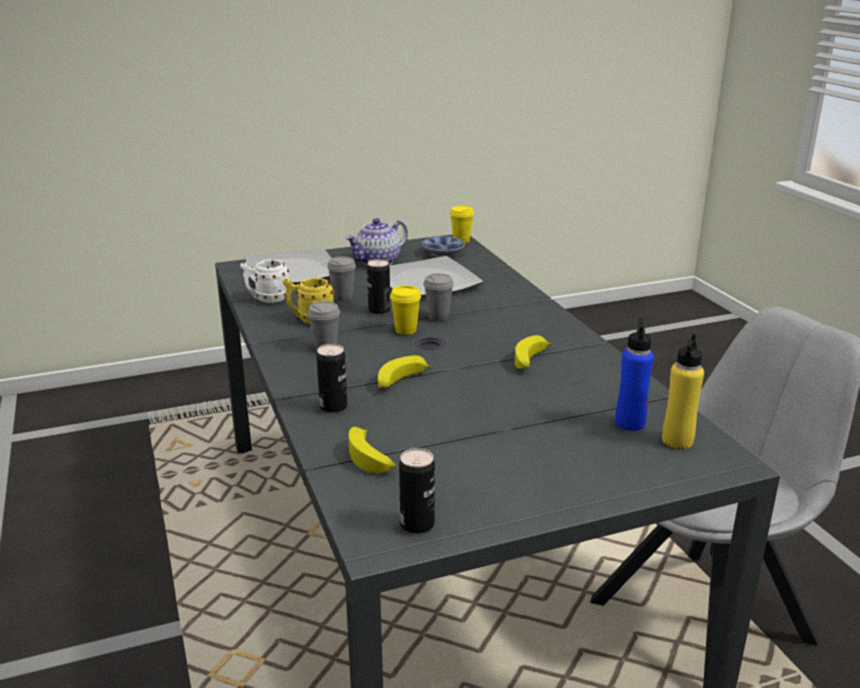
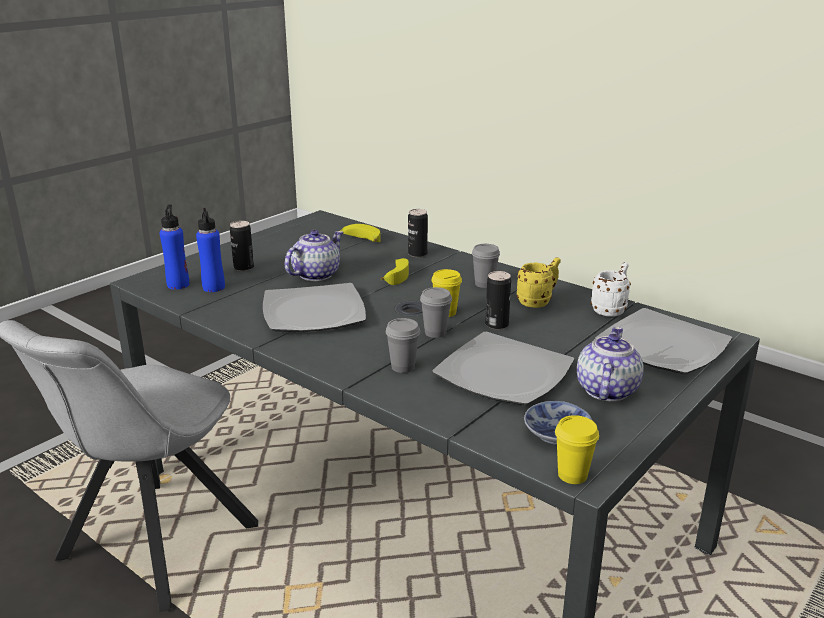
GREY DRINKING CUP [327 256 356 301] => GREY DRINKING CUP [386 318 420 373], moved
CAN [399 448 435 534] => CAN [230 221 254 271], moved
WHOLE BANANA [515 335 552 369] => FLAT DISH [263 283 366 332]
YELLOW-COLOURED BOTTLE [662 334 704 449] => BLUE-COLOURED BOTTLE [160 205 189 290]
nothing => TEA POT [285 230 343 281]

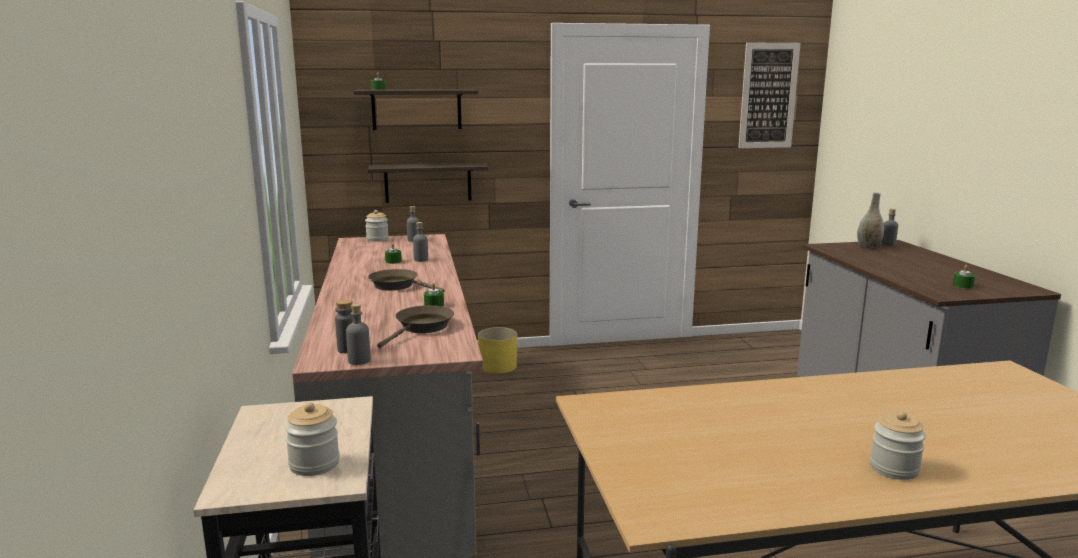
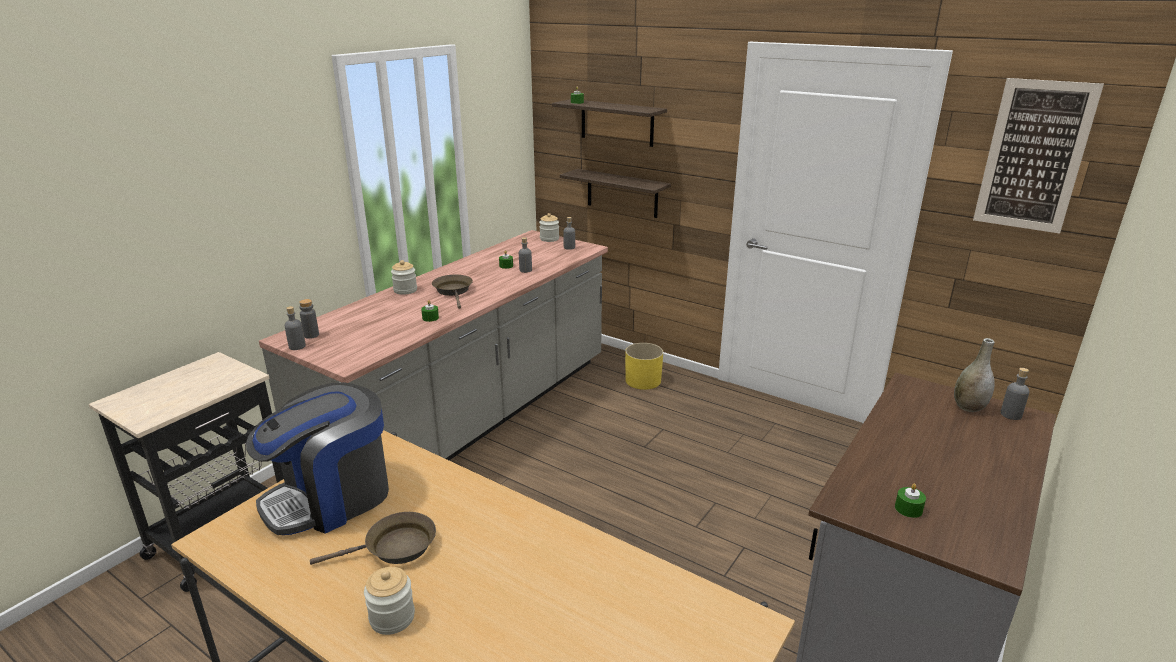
STORAGE JAR [285 402 340 476] => STORAGE JAR [391 260 417 295], moved
BROWNISH SKILLET [377 305 454 348] => BROWNISH SKILLET [310 512 436 565], moved
nothing => COFFEE BREWER [246 382 389 535]

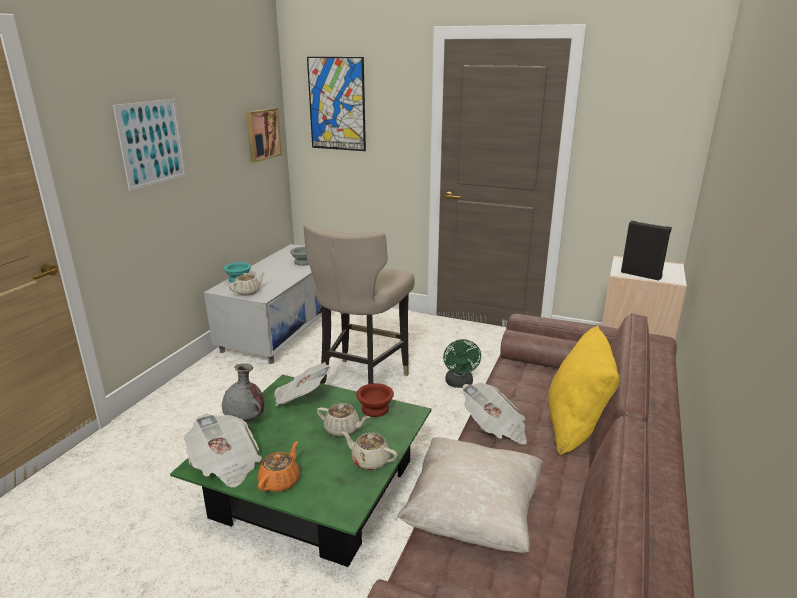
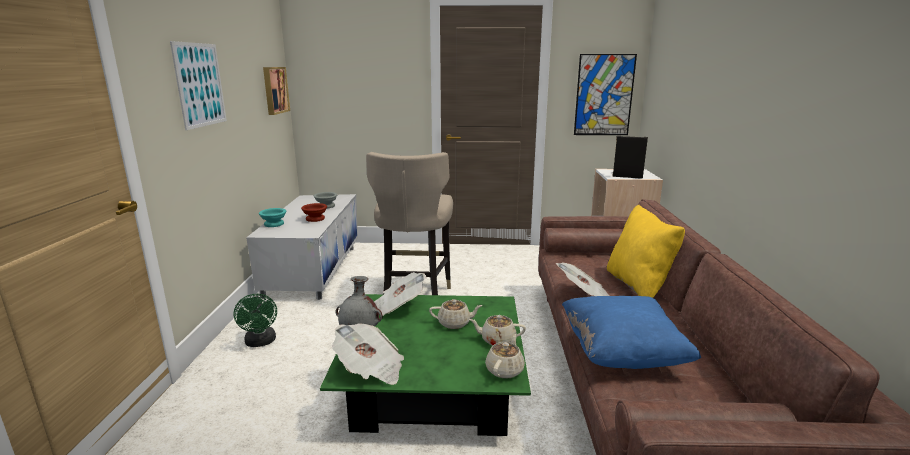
SAND-COLOURED TEA POT [228 272 265 296] => SAND-COLOURED TEA POT [485 334 525 379], moved
ORANGE-COLOURED TEA POT [258 441 300 492] => nothing
WALL ART [307 57 366 151] => WALL ART [574 54 637 135], moved
BROWNISH BOWL [356 383 394 417] => BROWNISH BOWL [301 203 327 222], moved
SAND-COLOURED CUSHION [397 437 543 553] => BLUE-COLOURED CUSHION [562 296 701 369]
GREENISH FAN [443 339 481 388] => GREENISH FAN [234 294 277 347], moved

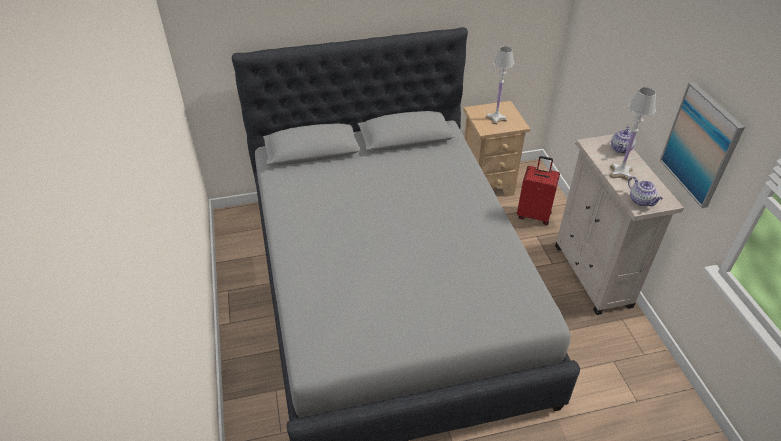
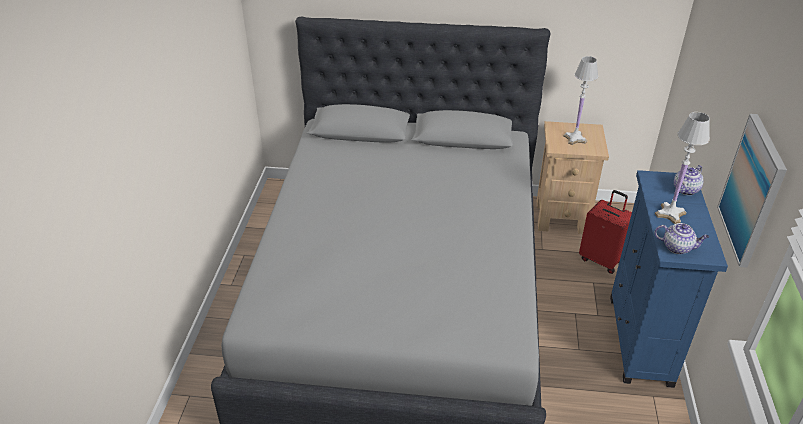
SAND-COLOURED CABINET [555 134 684 315] => BLUE-COLOURED CABINET [610 170 728 388]
TEA POT [628 177 663 206] => TEA POT [654 223 709 254], 60 degrees counterclockwise

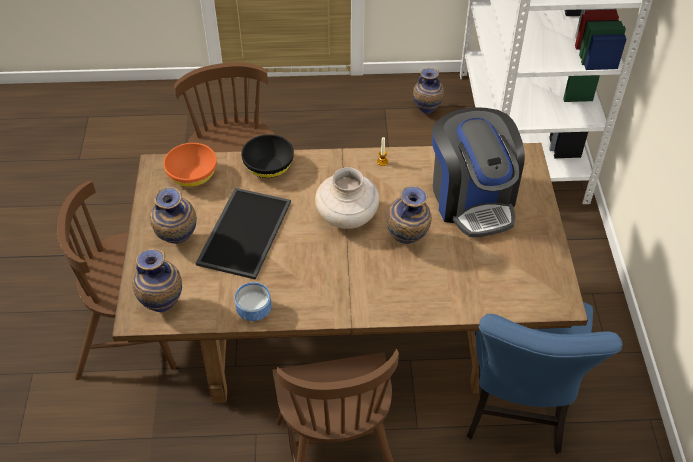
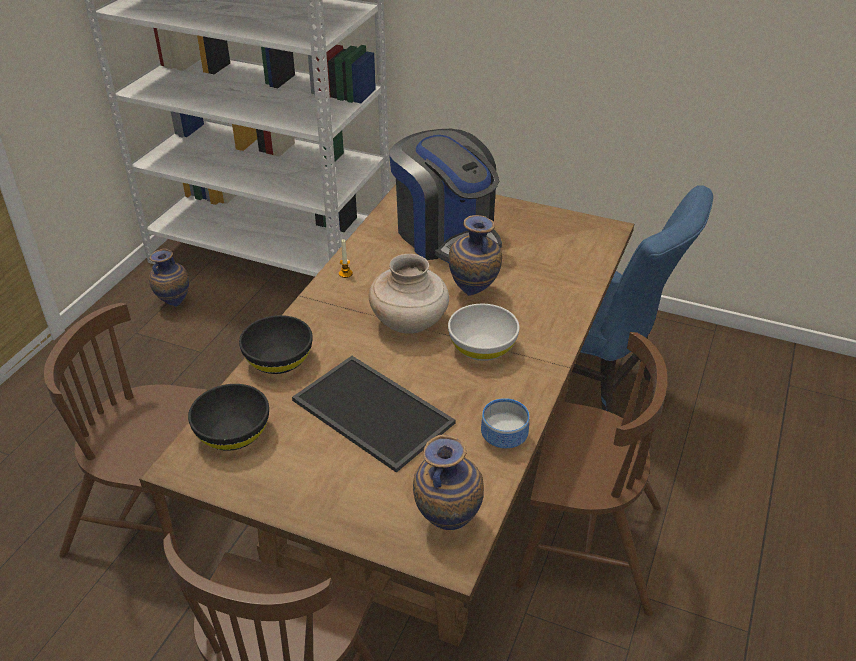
DECORATIVE VASE [150 187 197 244] => nothing
ORANGE-COLOURED BOWL [163 143 217 187] => BLACK BOWL [188 384 269 451]
COFFEE BREWER [432 107 525 237] => COFFEE BREWER [389 129 502 263], 45 degrees clockwise
nothing => WHITE BOWL [448 304 520 361]

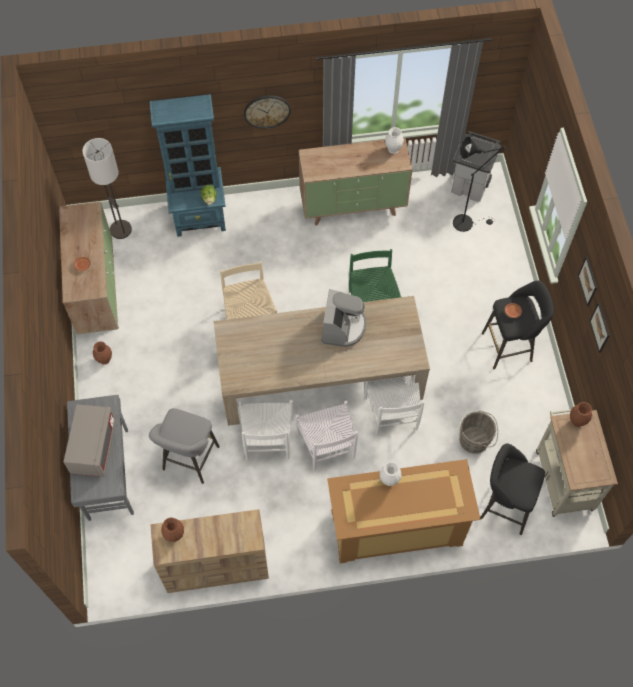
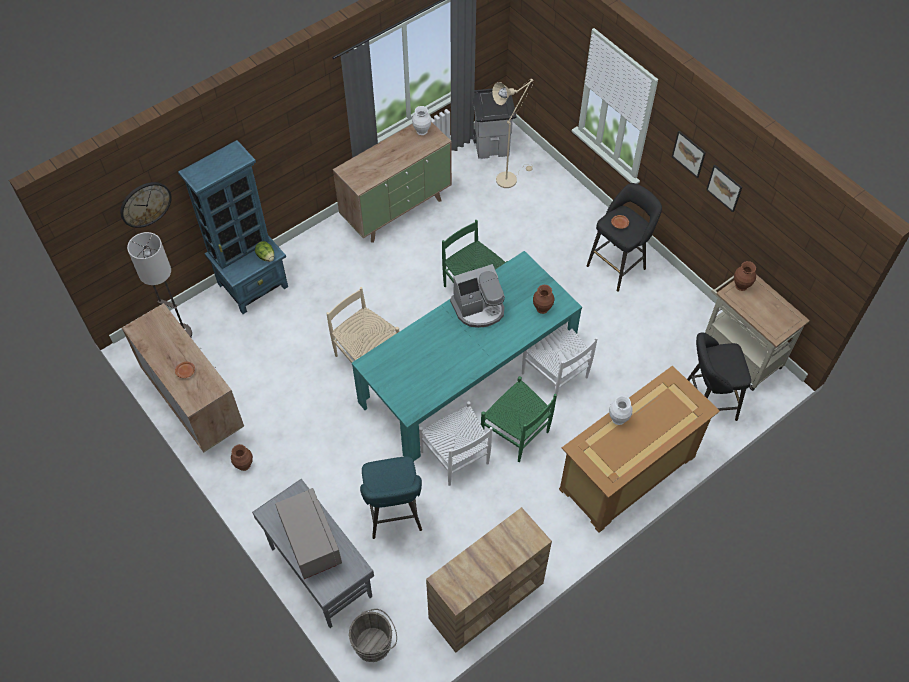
GREY SITTING STOOL [149 408 220 484] => TURQUOISE SITTING STOOL [360 456 422 539]
BROWNISH DECORATIVE VASE [161 517 184 542] => BROWNISH DECORATIVE VASE [533 285 554 314], moved
SAND-COLOURED DINING TABLE [214 296 430 426] => TURQUOISE DINING TABLE [352 251 582 461]
WALL CLOCK [244 95 291 128] => WALL CLOCK [120 182 172 228], moved
WHITE CHAIR [296 400 358 471] => GREENISH CHAIR [481 376 557 462]
COFFEE BREWER [321 289 366 347] => COFFEE BREWER [450 264 505 328], 90 degrees clockwise
BLACK FLOOR LAMP [453 136 505 232] => SAND-COLOURED FLOOR LAMP [492 79 534 188]
GREY BUCKET [459 410 498 454] => GREY BUCKET [349 609 397 662], moved

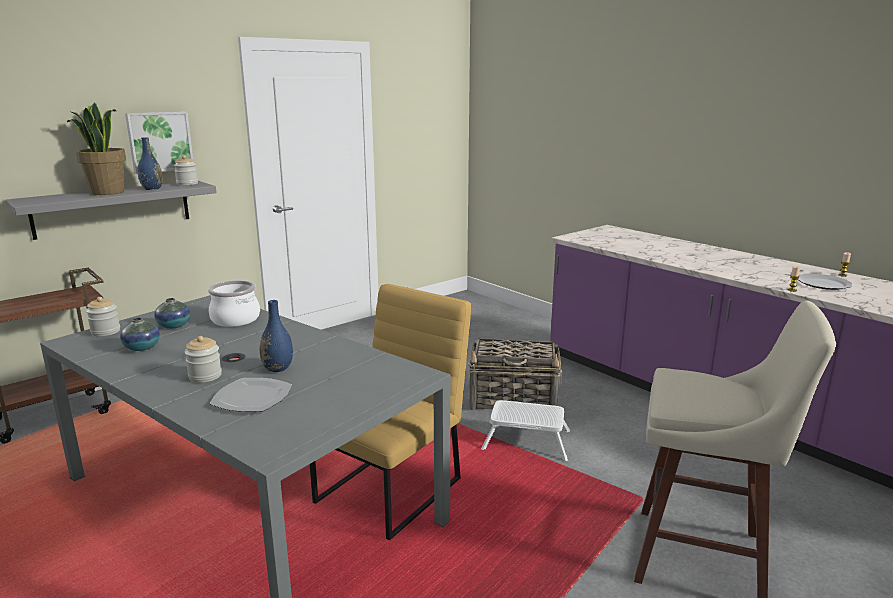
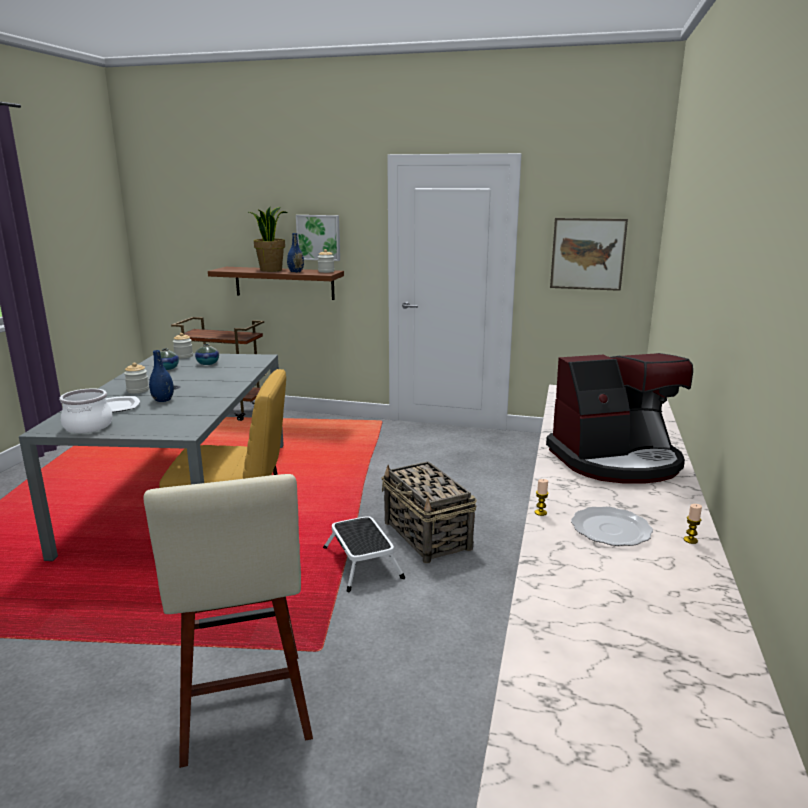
GREY BRACKET SHELF [5 181 217 240] => BROWNISH BRACKET SHELF [208 267 344 300]
SAUCEPOT [208 280 260 327] => SAUCEPOT [59 388 113 433], moved
WHITE STEP STOOL [481 400 570 461] => BLACK STEP STOOL [323 516 405 592]
nothing => COFFEE BREWER [546 353 693 484]
nothing => WALL ART [550 218 628 291]

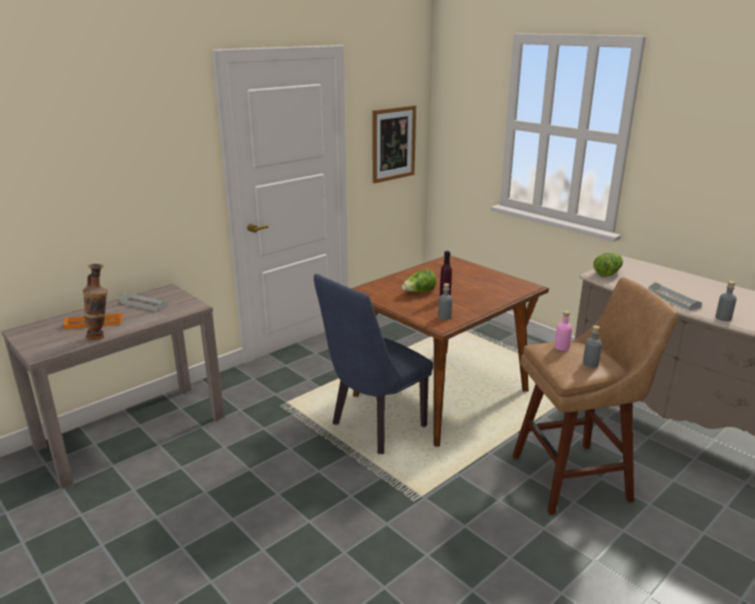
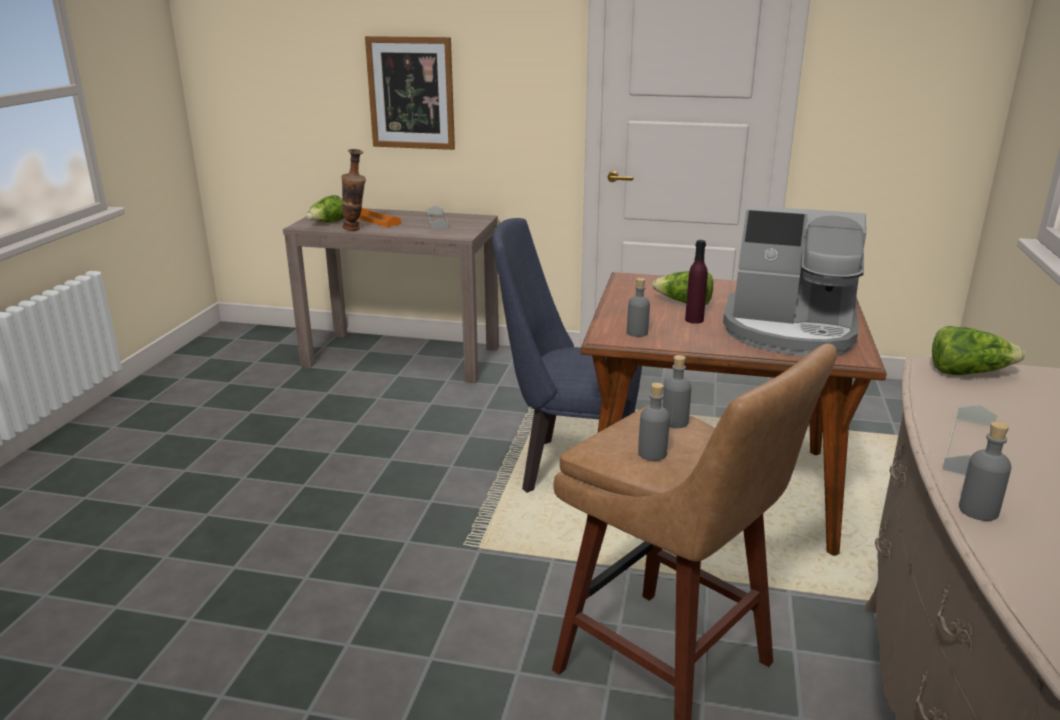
WALL ART [372 105 416 183] => WALL ART [365 36 455 150], moved
PINKISH BOTTLE [555 311 572 351] => GREY BOTTLE [663 355 691 428]
nothing => LETTUCE [307 195 344 222]
nothing => COFFEE BREWER [723 205 866 356]

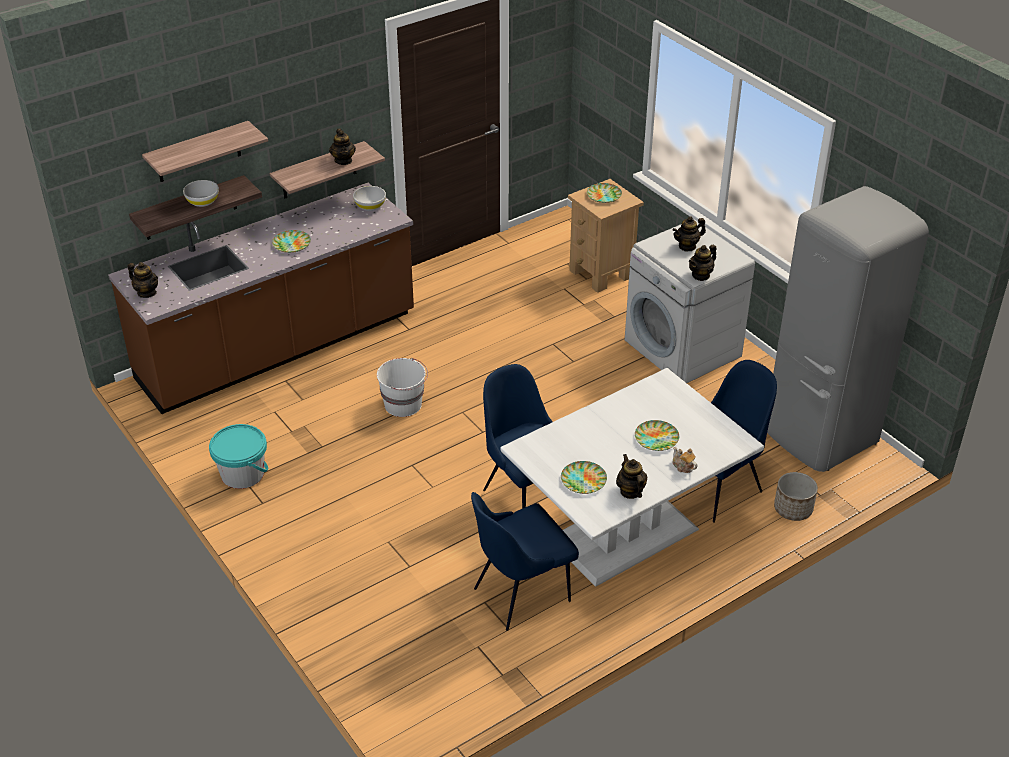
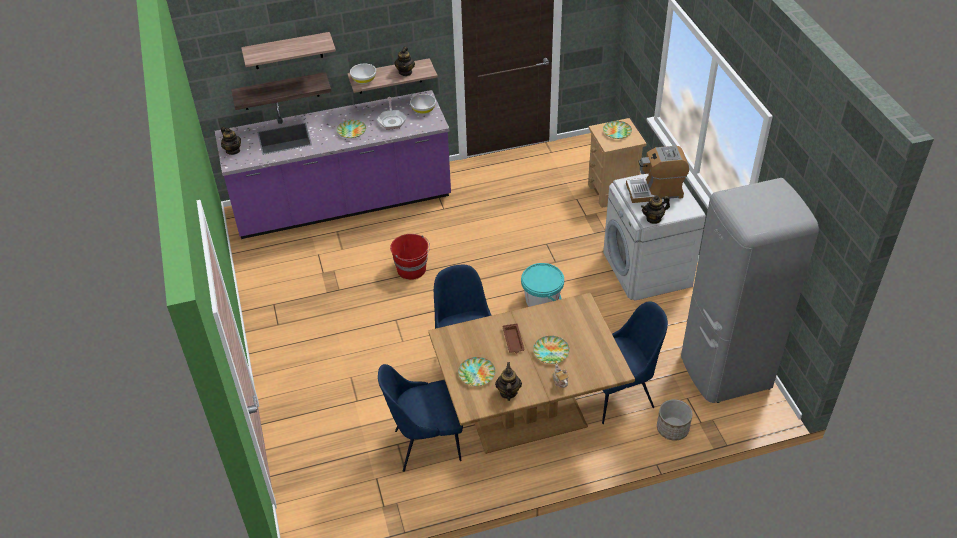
BROWNISH KITCHEN BASE UNIT [108 183 414 414] => PURPLE-COLOURED KITCHEN BASE UNIT [215 90 451 239]
WHITE BOWL [183 180 219 207] => WHITE BOWL [350 64 376 84], moved
TURQUOISE BUCKET [209 424 268 489] => TURQUOISE BUCKET [521 263 564 307], moved
WHITE BUCKET [377 358 428 417] => RED-COLOURED BUCKET [390 234 430 280]
WHITE DINING TABLE [501 368 764 587] => BROWNISH DINING TABLE [429 293 635 454]
TEA POT [672 216 706 252] => COFFEE BREWER [626 146 689 203]
nothing => SKILLET [377 97 407 129]
nothing => BROWNISH TRAY [502 324 525 353]

